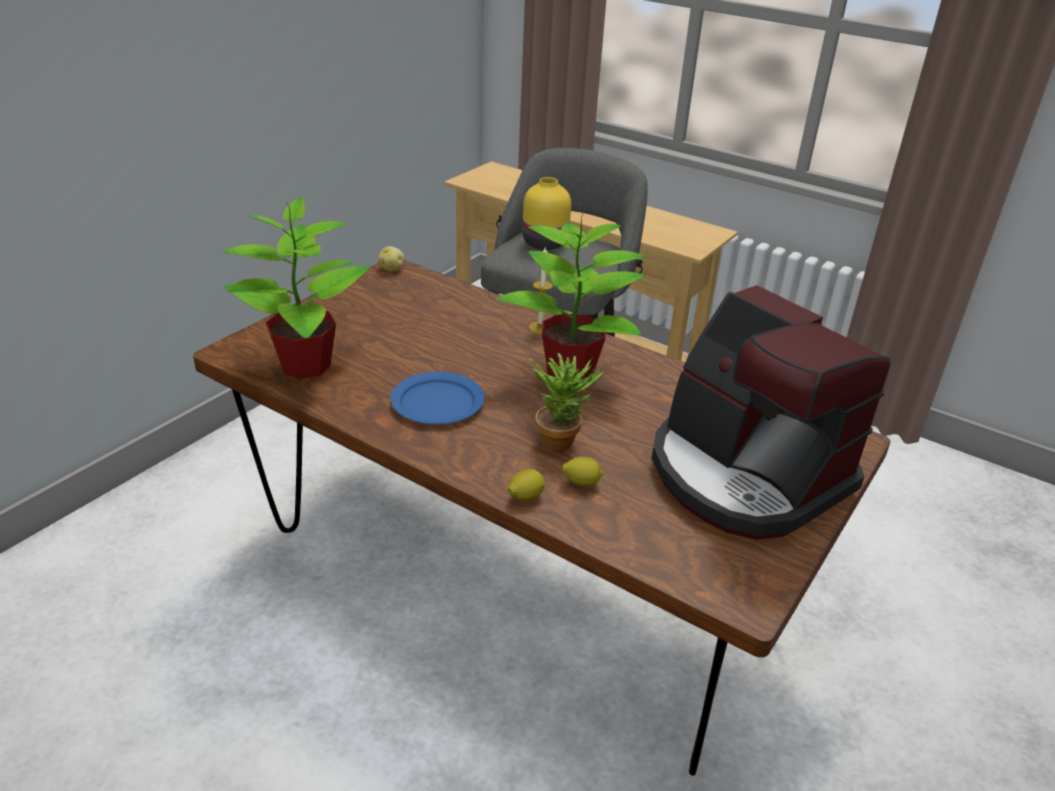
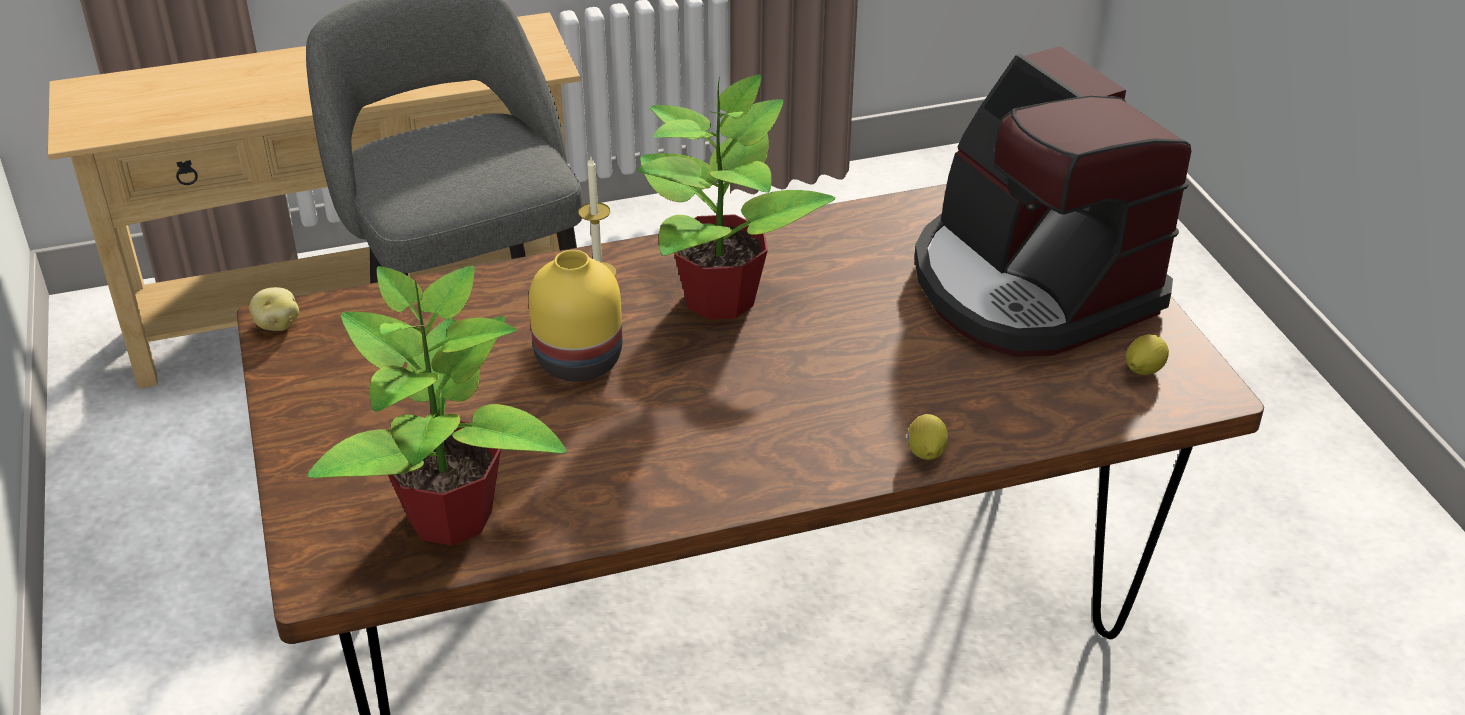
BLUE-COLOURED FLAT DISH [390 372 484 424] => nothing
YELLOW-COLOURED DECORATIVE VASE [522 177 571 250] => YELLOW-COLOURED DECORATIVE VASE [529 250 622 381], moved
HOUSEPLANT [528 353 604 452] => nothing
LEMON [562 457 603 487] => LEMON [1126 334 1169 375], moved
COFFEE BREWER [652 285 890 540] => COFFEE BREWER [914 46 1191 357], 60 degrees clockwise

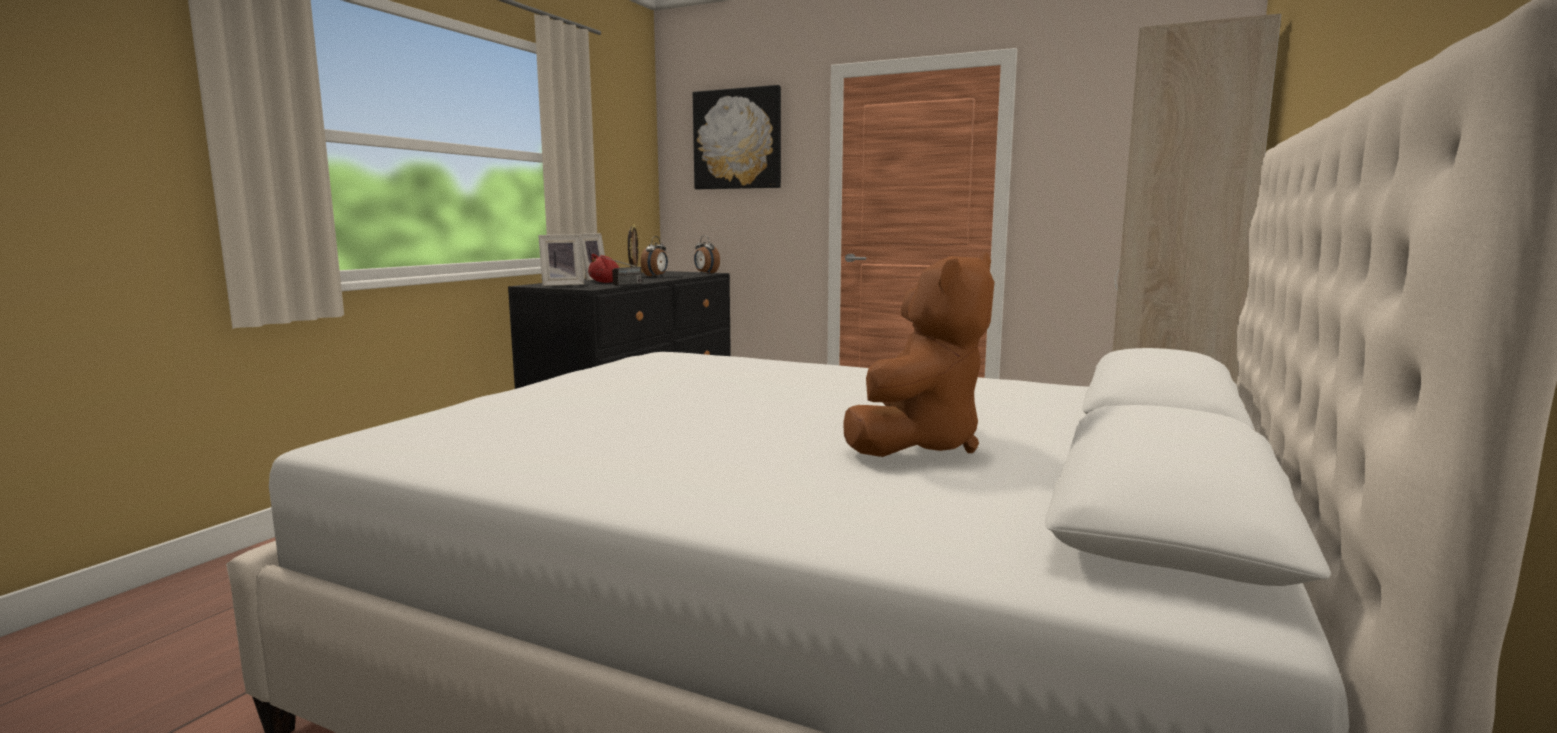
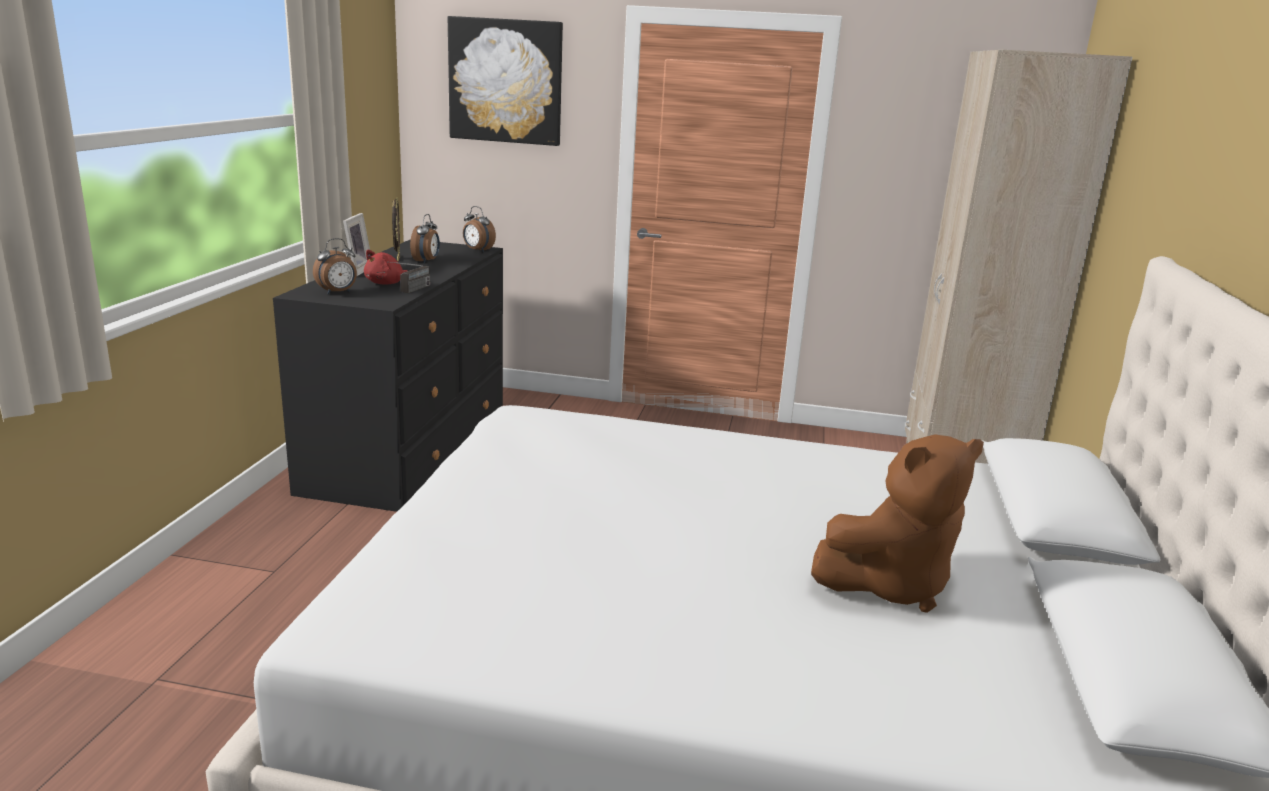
PHOTO FRAME [538 235 584 286] => BEDSIDE CLOCK [313 238 357 294]
BROWNISH PLUSH TOY [843 252 994 457] => BROWNISH PLUSH TOY [811 434 984 613], 45 degrees clockwise

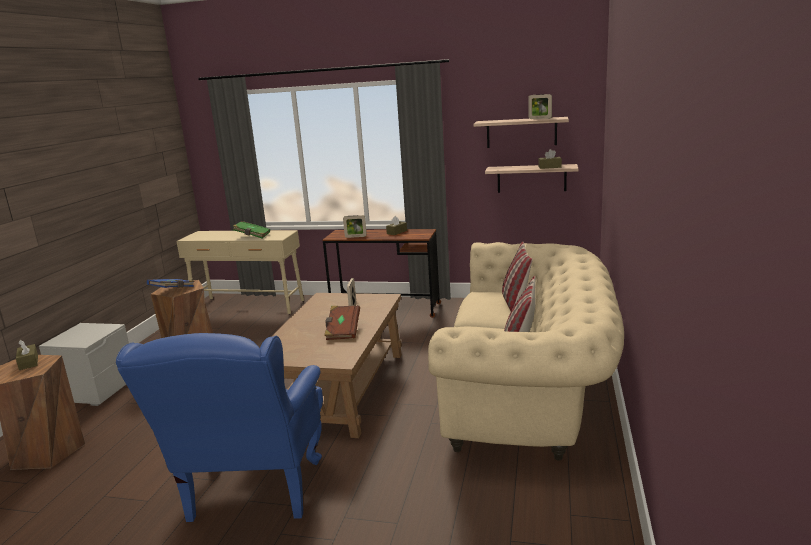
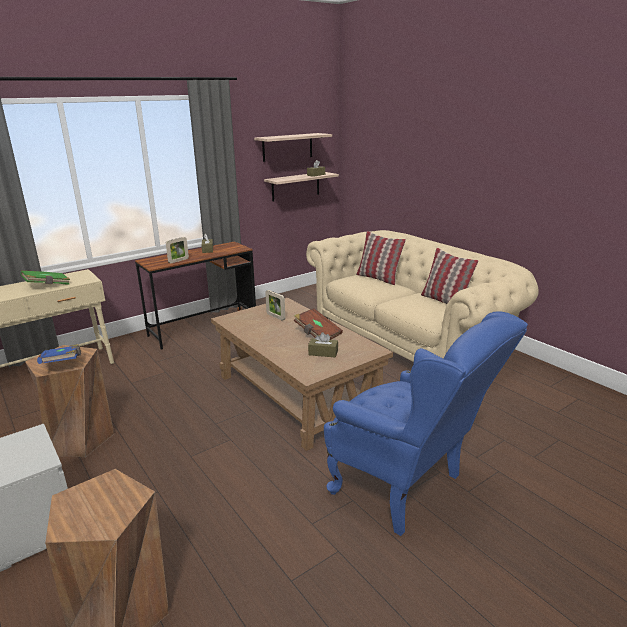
BROWNISH BOX OF TISSUES [16 340 38 370] => BROWNISH BOX OF TISSUES [308 332 338 358], moved
PHOTO FRAME [528 94 552 119] => nothing

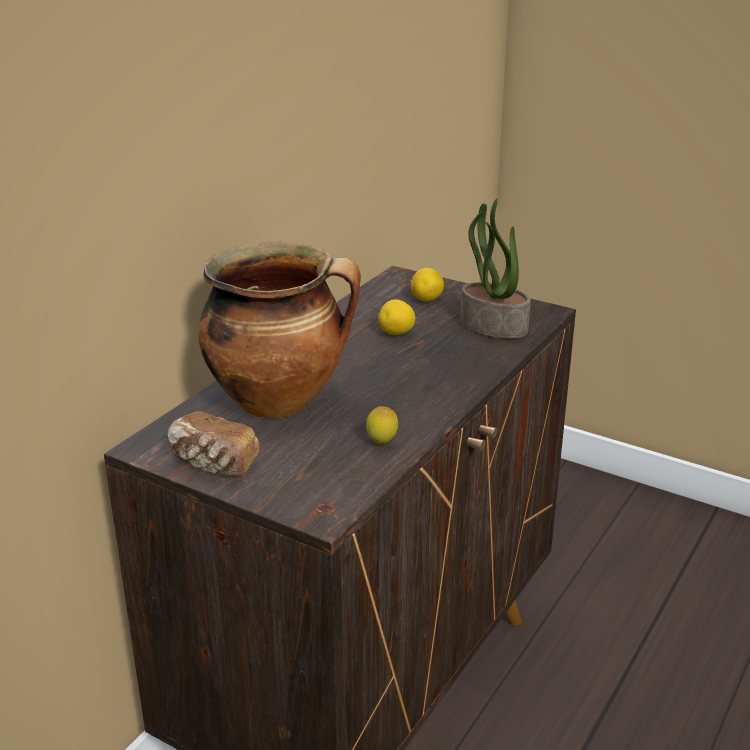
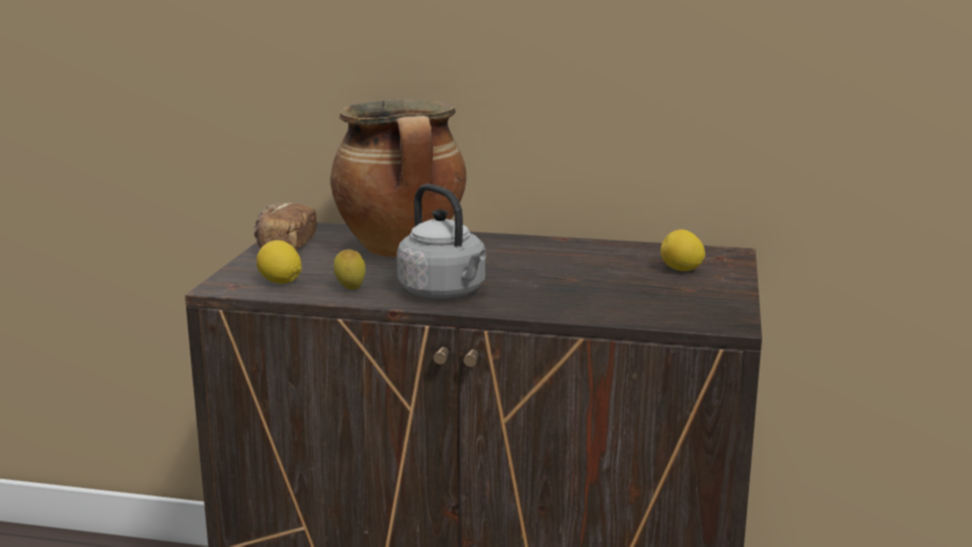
LEMON [378 299 415 335] => LEMON [256 240 302 284], moved
HOUSEPLANT [460 198 531 339] => nothing
nothing => GREY WATER KETTLE [397 184 486 298]

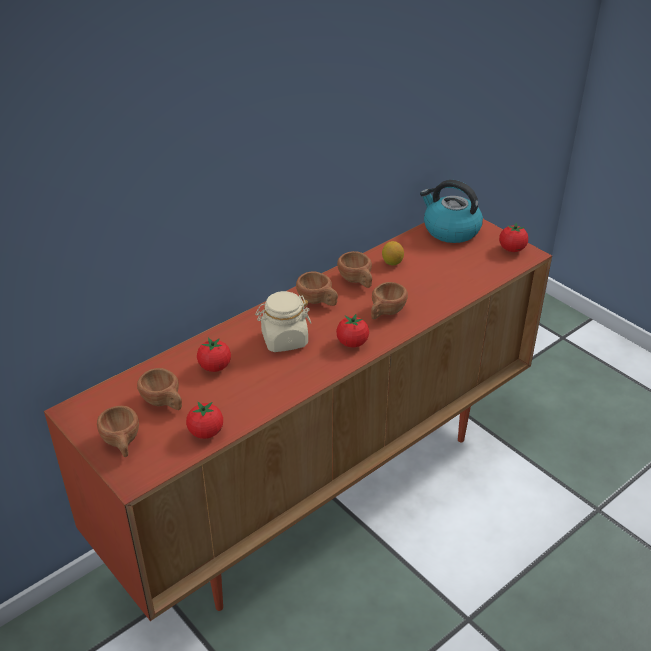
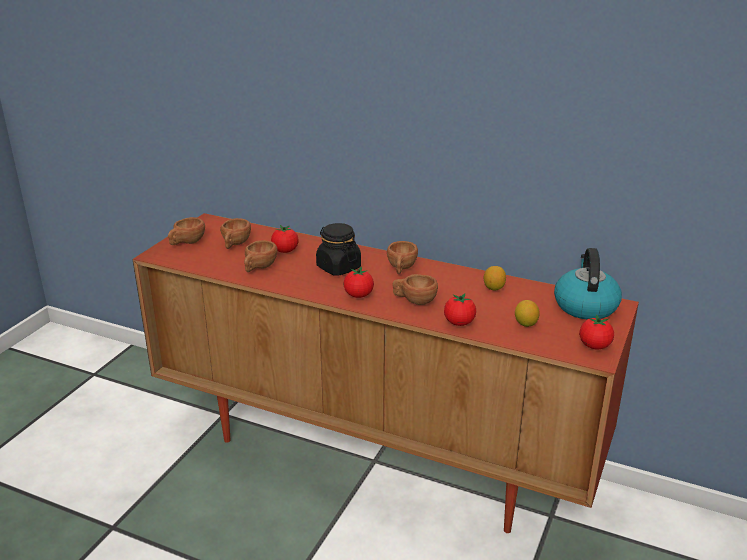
TOMATO [186 402 223 439] => TOMATO [444 293 476 326], moved
SAND-COLOURED STORAGE JAR [255 291 311 352] => BLACK STORAGE JAR [316 223 361 276]
BROWNISH DRINKING CUP [337 251 372 288] => BROWNISH DRINKING CUP [244 240 277 272], moved
nothing => LEMON [515 300 540 327]

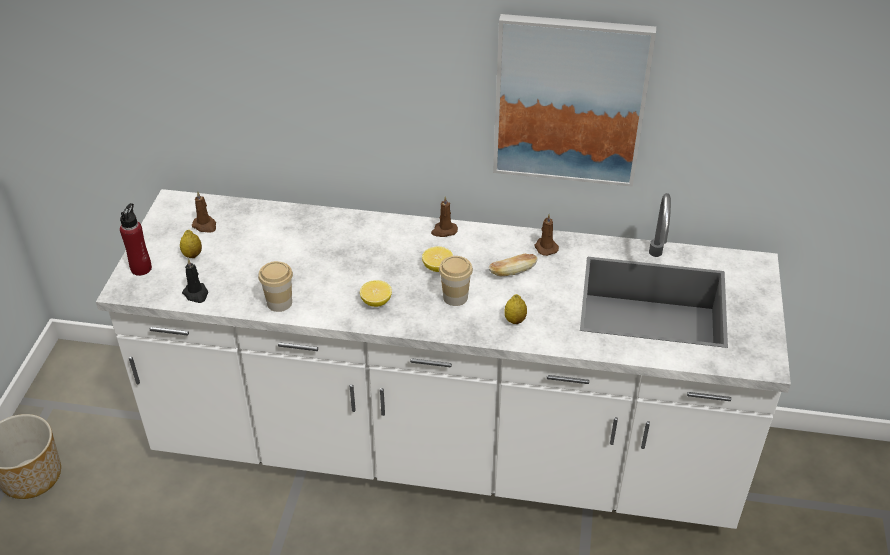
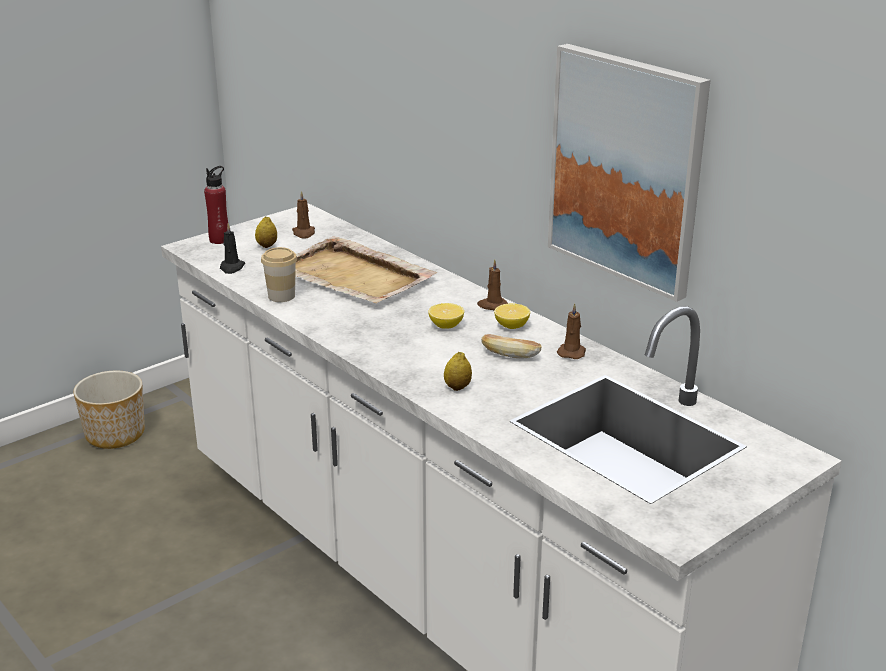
LEMON [360 280 392 307] => LEMON [494 303 530 329], moved
DRINKING CUP [439 256 473 306] => nothing
nothing => SAND-COLOURED TRAY [295 236 437 303]

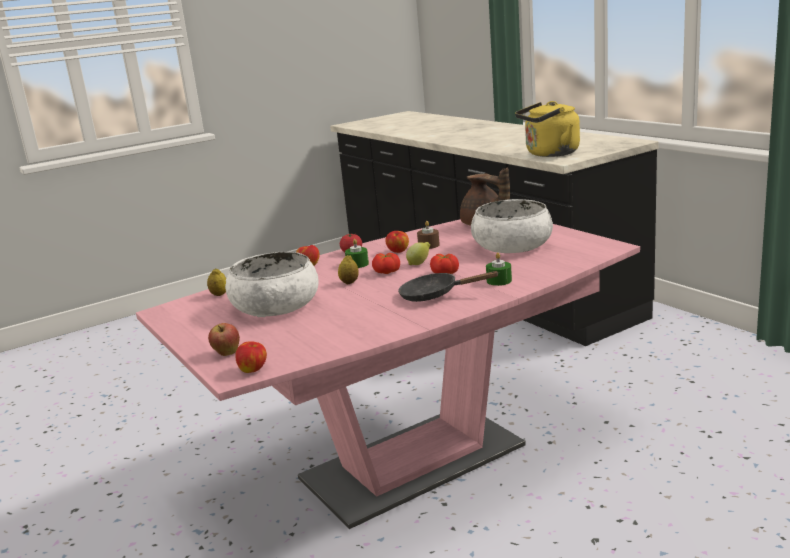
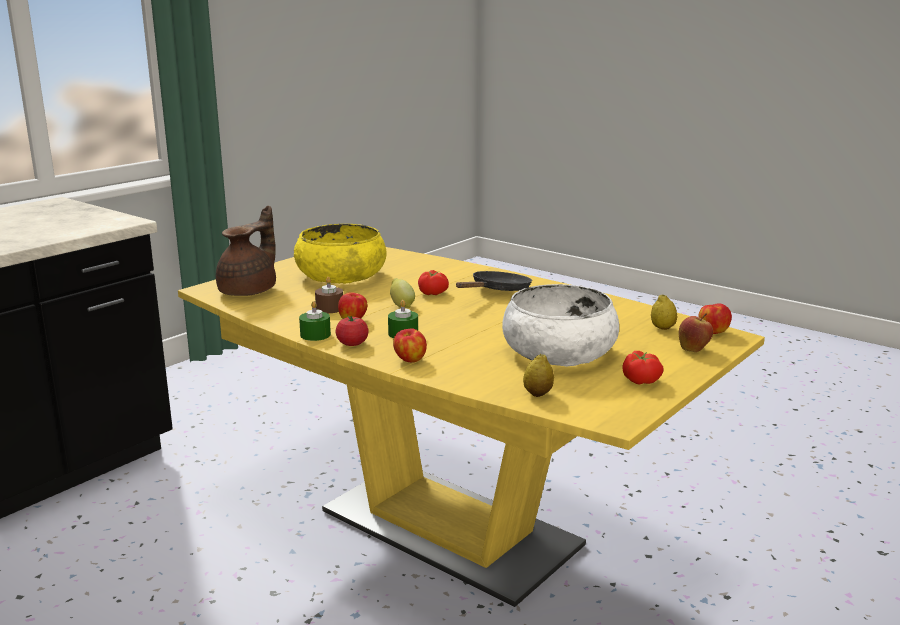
PINKISH DINING TABLE [136 219 640 529] => YELLOW-COLOURED DINING TABLE [178 247 765 607]
LEMON [338 255 359 284] => LEMON [651 295 677 330], moved
TOMATO [372 253 400 274] => TOMATO [622 351 664 385], moved
BLACK SKILLET [398 271 500 302] => BLACK SKILLET [456 271 532 291], 135 degrees counterclockwise
WHITE BOWL [471 199 553 253] => YELLOW-COLOURED BOWL [294 224 386 284]
GREENISH WAX LIGHT [486 253 512 286] => GREENISH WAX LIGHT [299 301 331 341], moved
YELLOW-COLOURED WATER KETTLE [515 101 580 157] => nothing

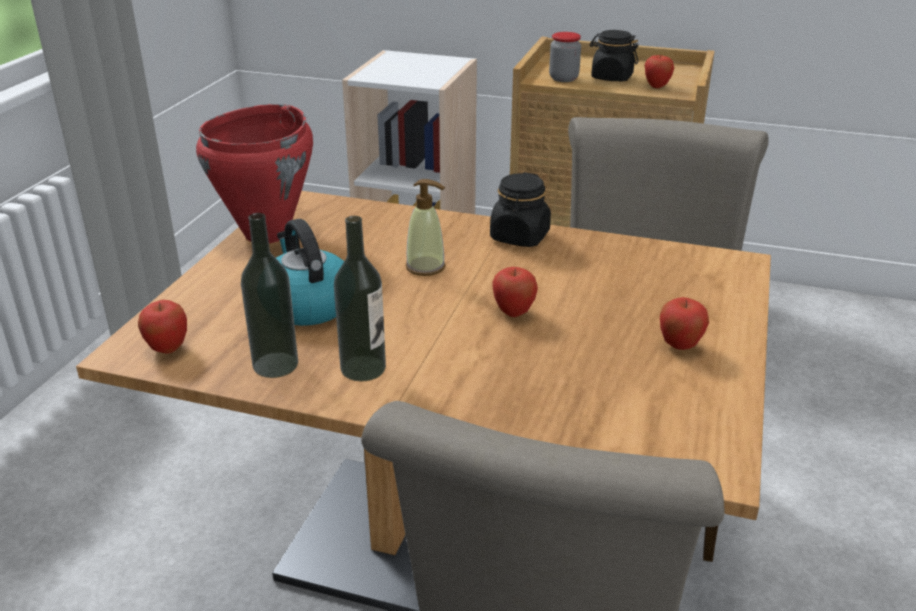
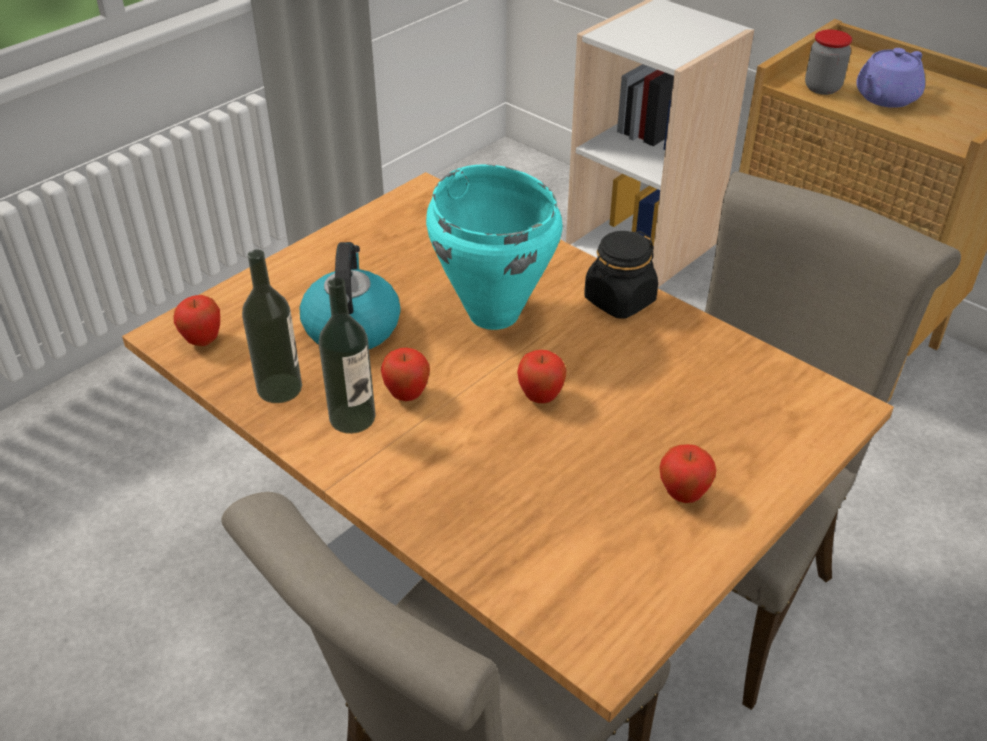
RED-COLOURED SAUCEPOT [196 104 313 243] => nothing
SOAP BOTTLE [405 179 446 276] => TURQUOISE SAUCEPOT [426 164 563 330]
BLACK STORAGE JAR [590 30 639 81] => PURPLE-COLOURED TEA POT [856 48 925 108]
APPLE FRUIT [645 54 674 88] => APPLE FRUIT [381 348 430 401], moved

